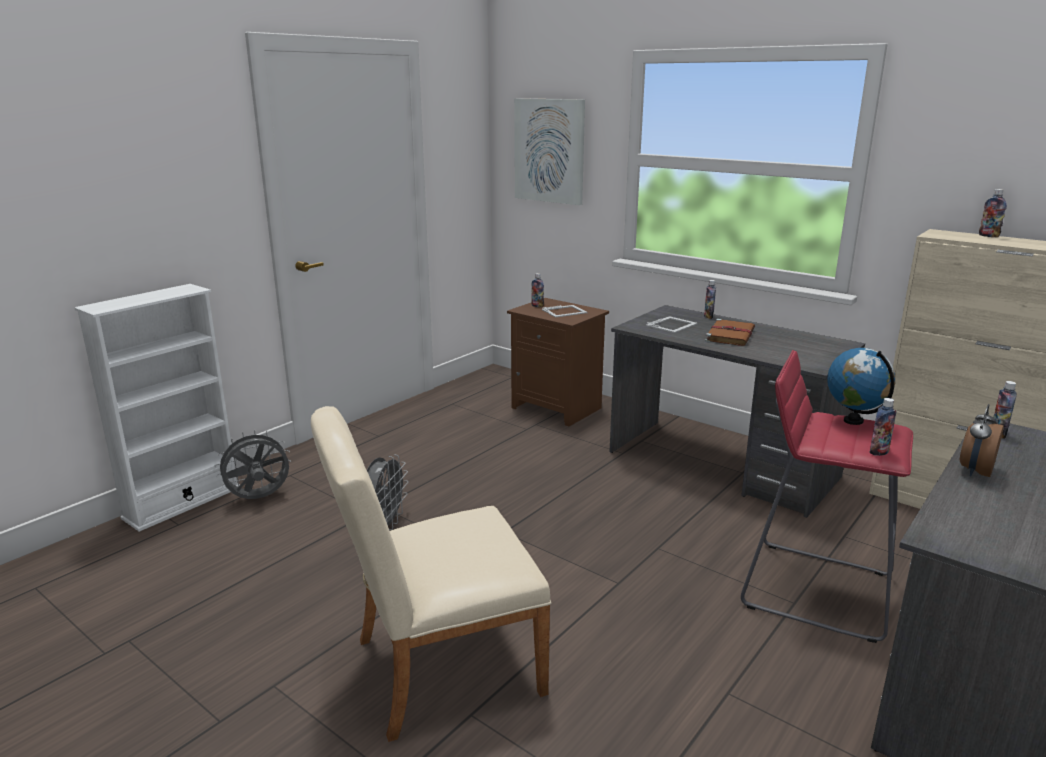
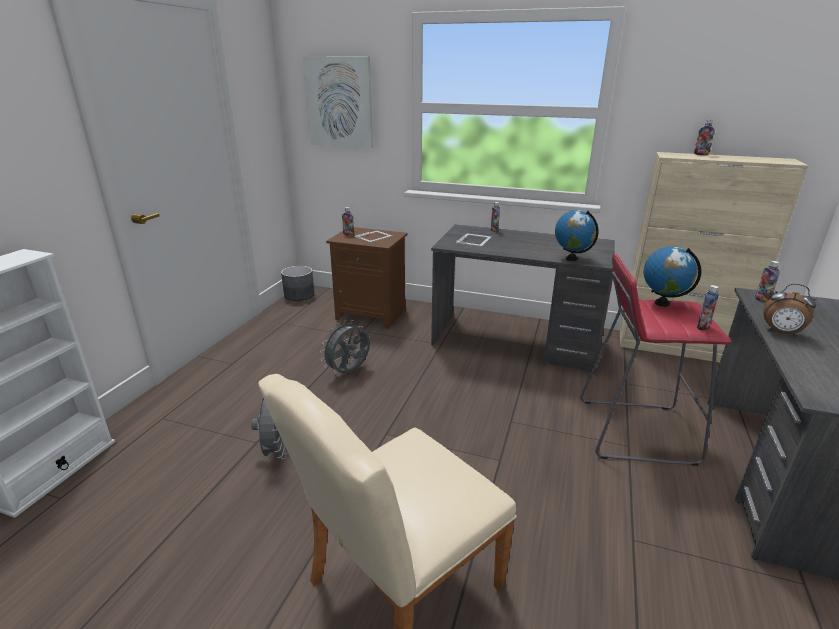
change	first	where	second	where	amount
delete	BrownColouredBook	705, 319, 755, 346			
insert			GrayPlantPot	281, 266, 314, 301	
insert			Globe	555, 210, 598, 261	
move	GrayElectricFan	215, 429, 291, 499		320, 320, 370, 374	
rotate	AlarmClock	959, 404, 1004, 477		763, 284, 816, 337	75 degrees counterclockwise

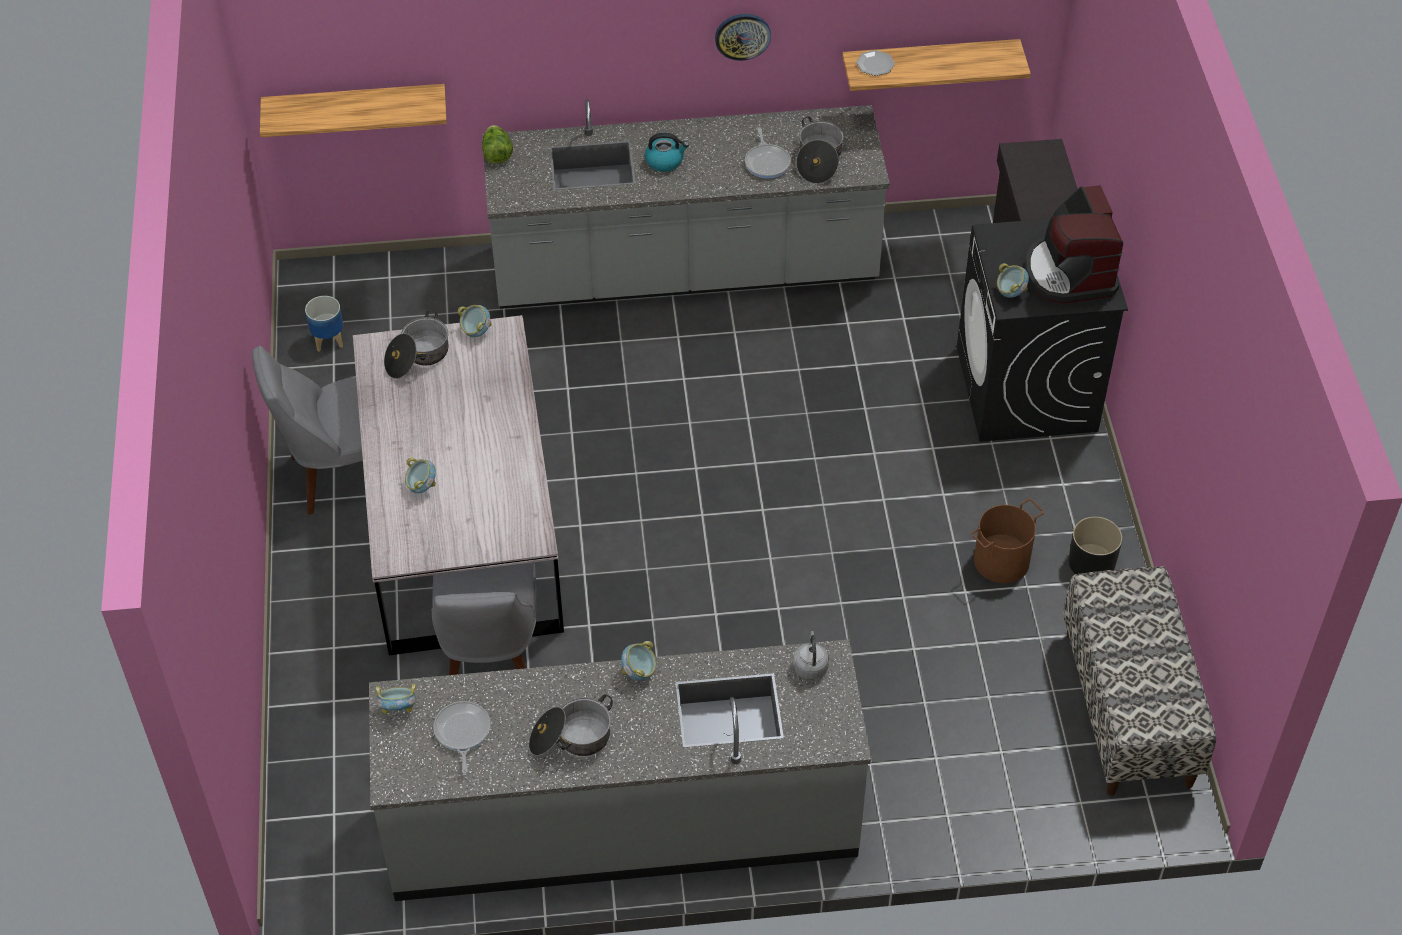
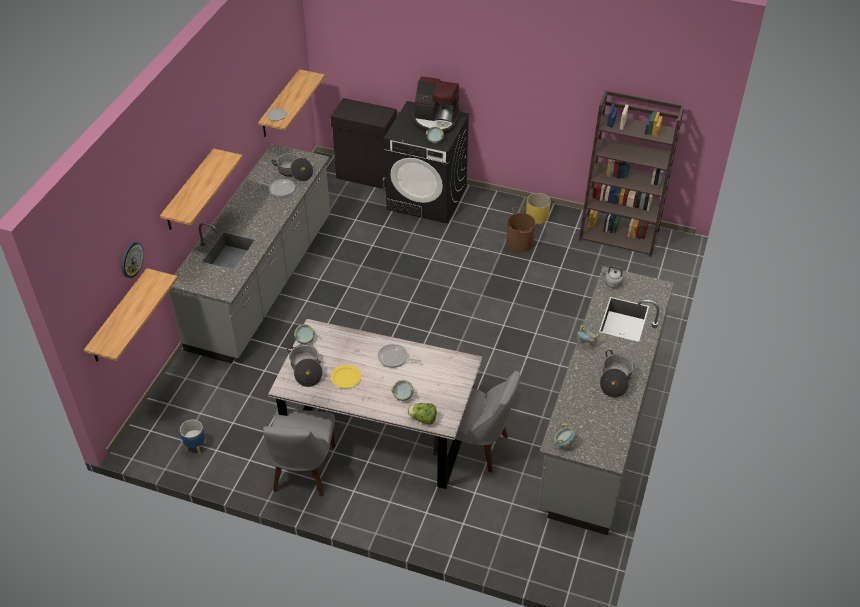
change	first	where	second	where	amount
delete	Kettle	645, 133, 689, 172			
insert			Shelf	160, 148, 243, 230	
insert			YellowColouredDinnerPlate	330, 365, 361, 388	
move	FryingPan	434, 701, 491, 774		378, 344, 421, 368	
move	LettuceHead	482, 125, 513, 164		407, 403, 437, 425	
move	ClockOnTheWall	715, 14, 771, 61		121, 242, 144, 278	
replace	Bench	1063, 566, 1216, 796	BrownColouredBookshelf	579, 90, 685, 257	
recolor	BlackPlantPot	1068, 516, 1123, 574	YellowColouredPlantPot	526, 193, 551, 224	

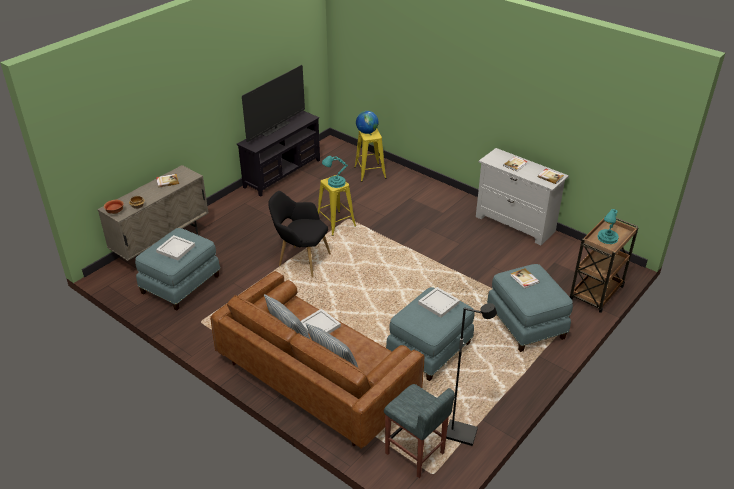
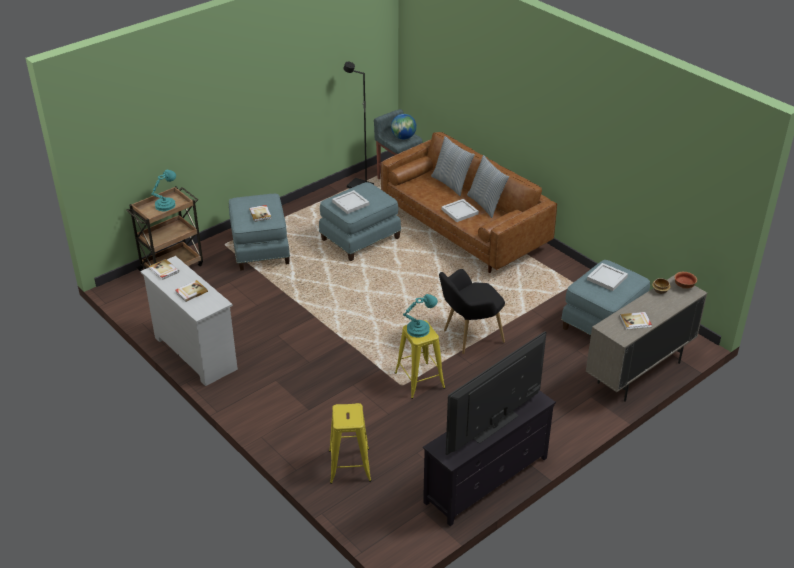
change	first	where	second	where	amount
move	Globe	356, 111, 379, 134		391, 114, 417, 140	
rotate	BlackEasyChair	268, 191, 331, 278		439, 269, 505, 354	120 degrees clockwise

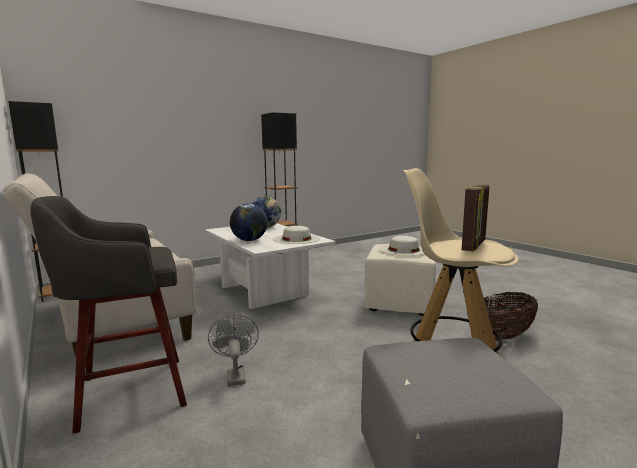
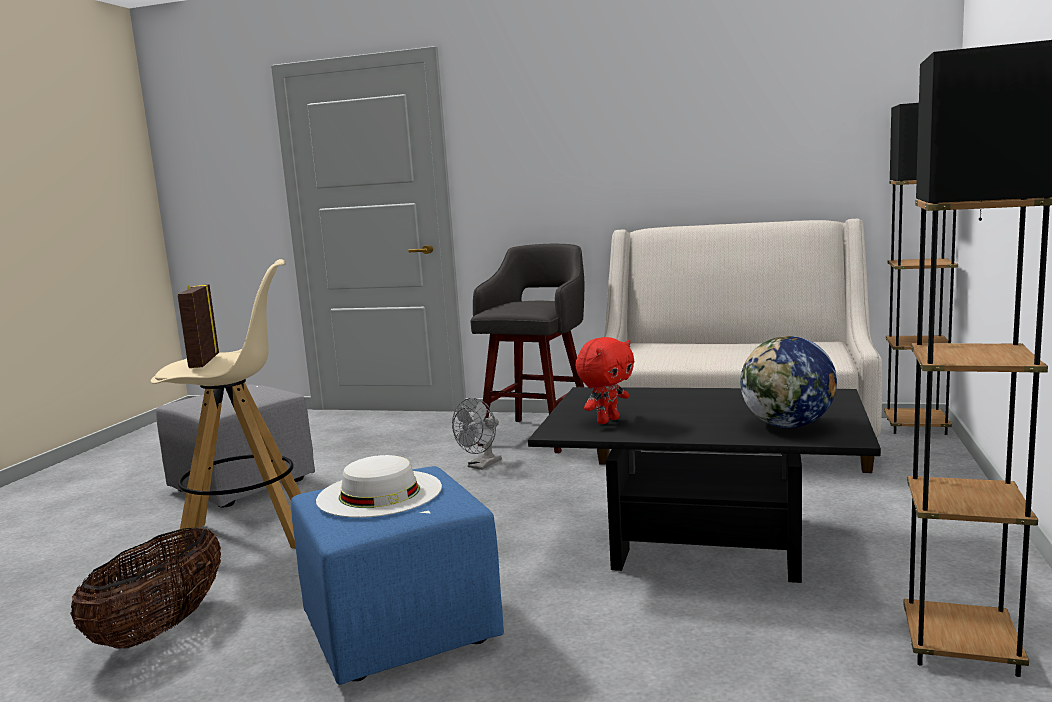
change	first	where	second	where	amount
delete	Globe	230, 203, 268, 241			
replace	WhiteHat	273, 226, 320, 244	RedSoftToy	575, 337, 635, 424	
recolor	WhiteLoungeTable	205, 223, 336, 309	BlackLoungeTable	528, 387, 881, 583	
recolor	SandColouredOttoman	365, 244, 436, 316	BlueOttoman	291, 466, 504, 685	
rotate	GrayElectricFan	208, 315, 259, 386		452, 398, 502, 470	90 degrees clockwise

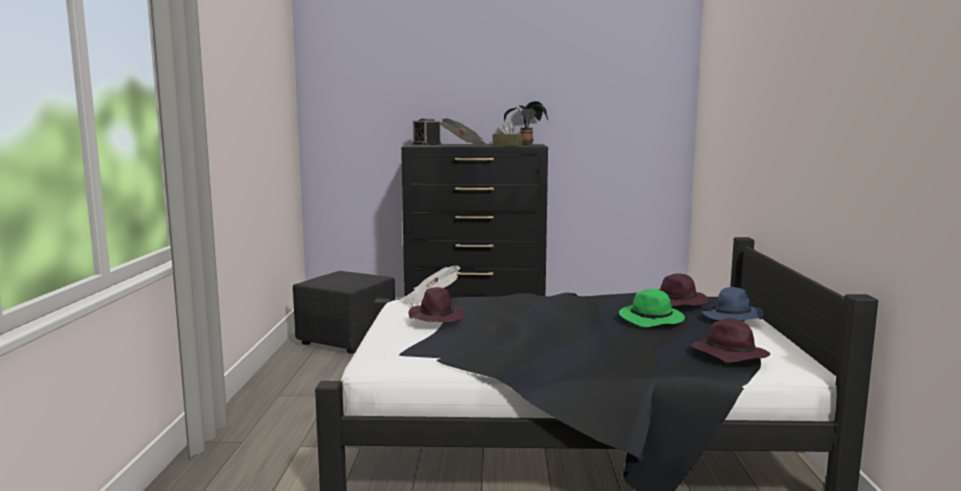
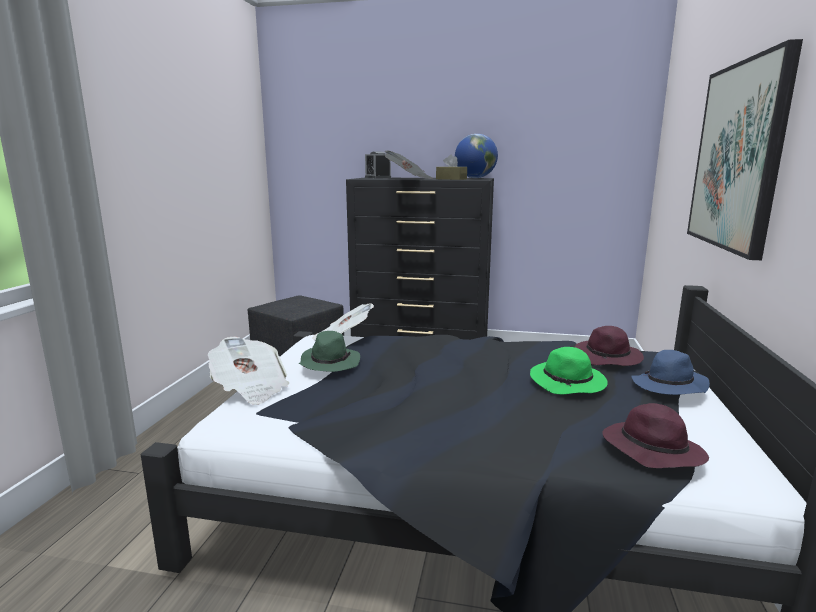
change	first	where	second	where	amount
insert			DailyPaper	208, 337, 289, 405	
insert			WallArt	687, 39, 803, 260	
replace	Houseplant	504, 101, 548, 144	Globe	455, 134, 498, 178	
recolor	PurplishHat	408, 287, 463, 322	GreenColouredHat	299, 331, 360, 372	

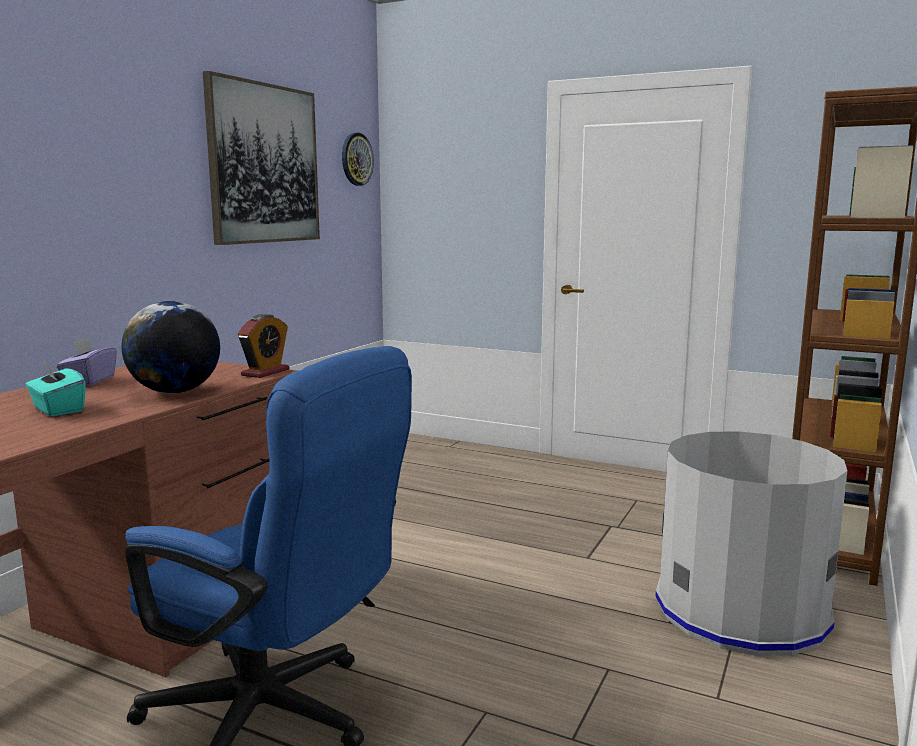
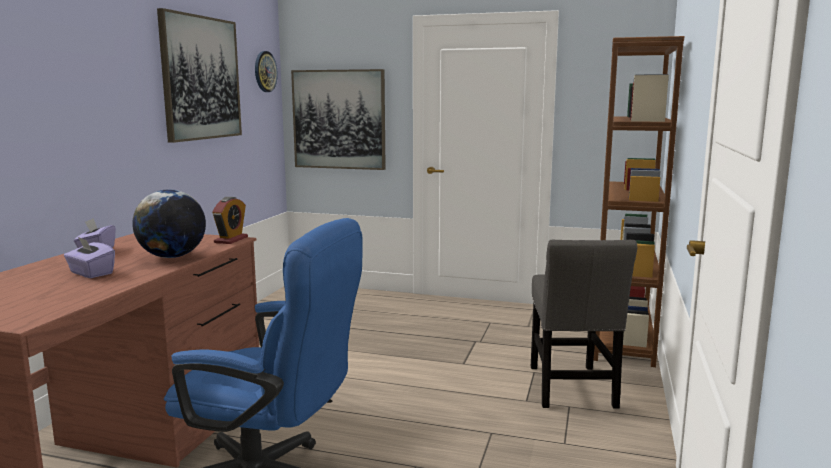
change	first	where	second	where	amount
insert			WallArt	291, 69, 386, 170	
replace	GrayTrashCan	655, 432, 848, 656	GrayChair	531, 240, 637, 409	
recolor	TurquoiseColouredTissueHolder	26, 360, 86, 417	PurplishTissueHolder	64, 237, 115, 278	

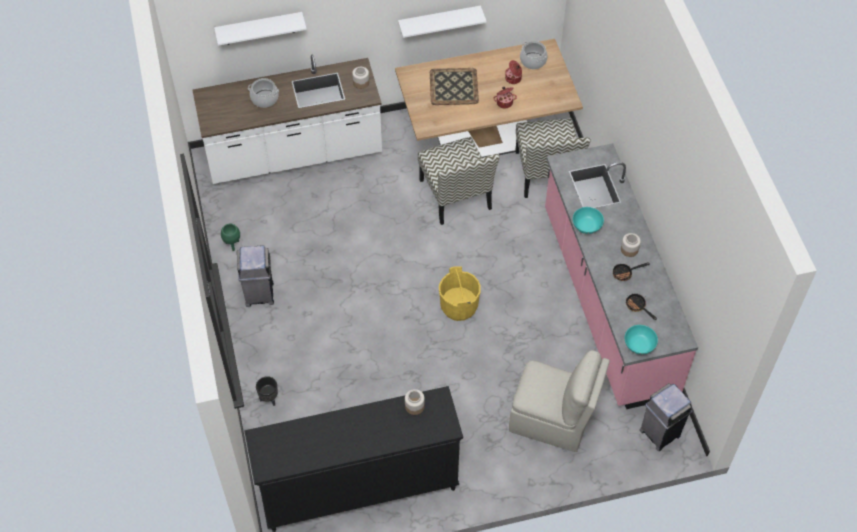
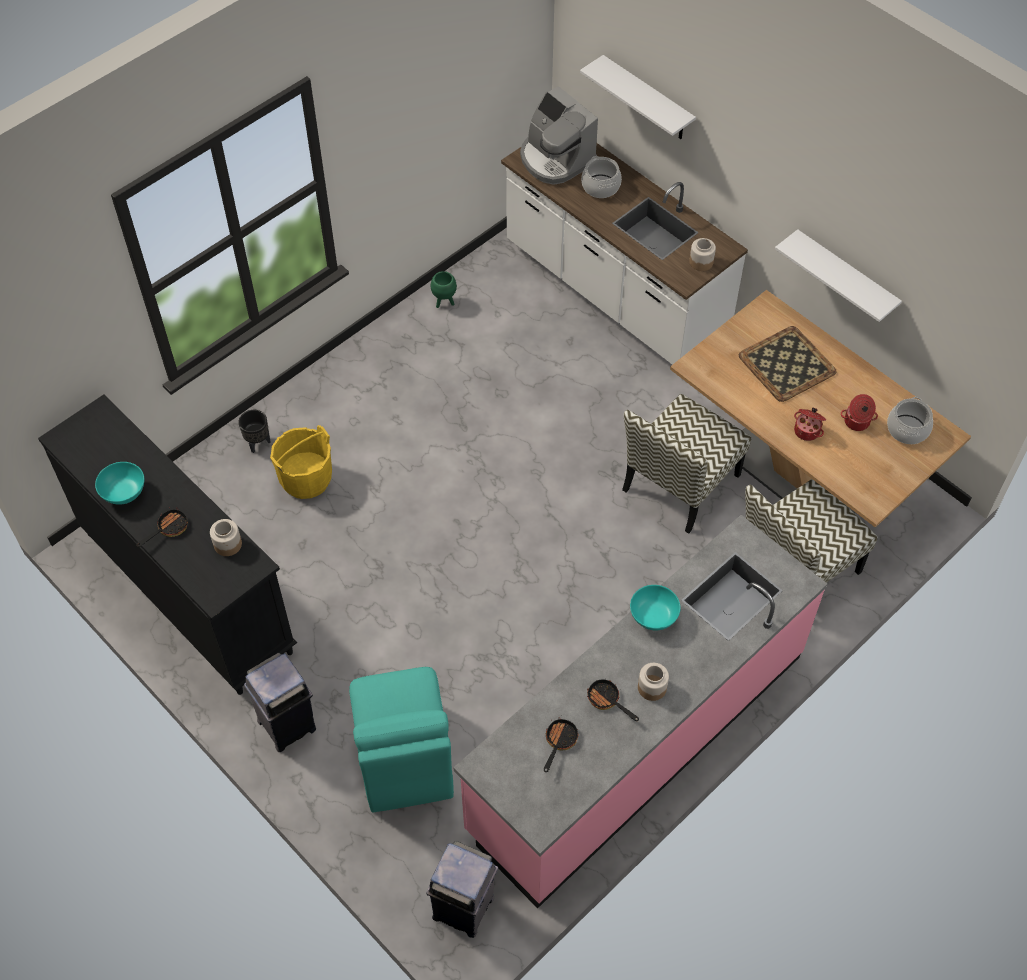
change	first	where	second	where	amount
insert			FryingPan	136, 507, 188, 547	
insert			CoffeeMachine	520, 86, 598, 185	
move	GrayTrashCan	237, 245, 274, 307		244, 653, 316, 752	
move	YellowColouredPail	439, 266, 481, 321		270, 425, 332, 499	
move	TurquoiseColouredServingBowl	625, 325, 658, 355		95, 462, 144, 505	
recolor	SandColouredChair	509, 350, 610, 452	TurquoiseColouredChair	349, 667, 454, 812	

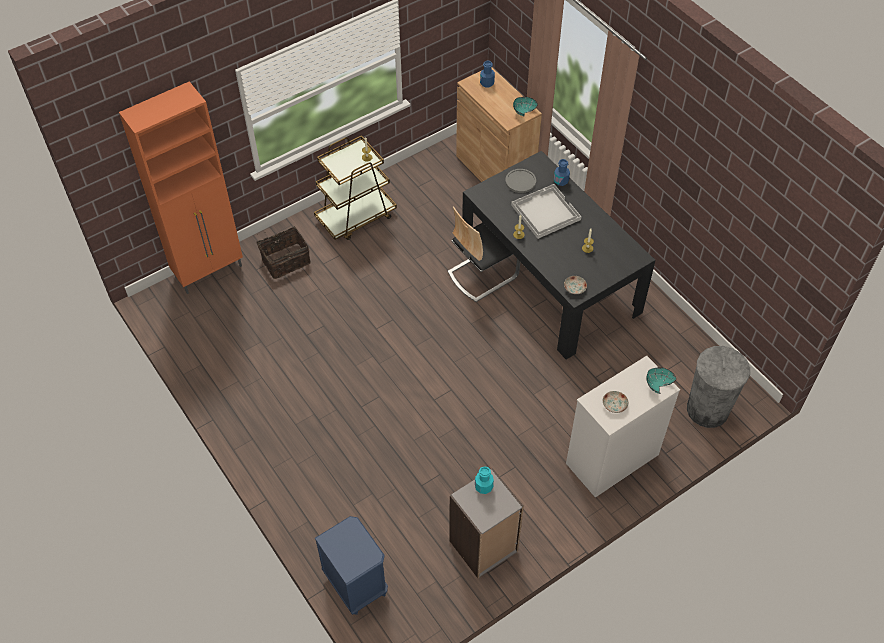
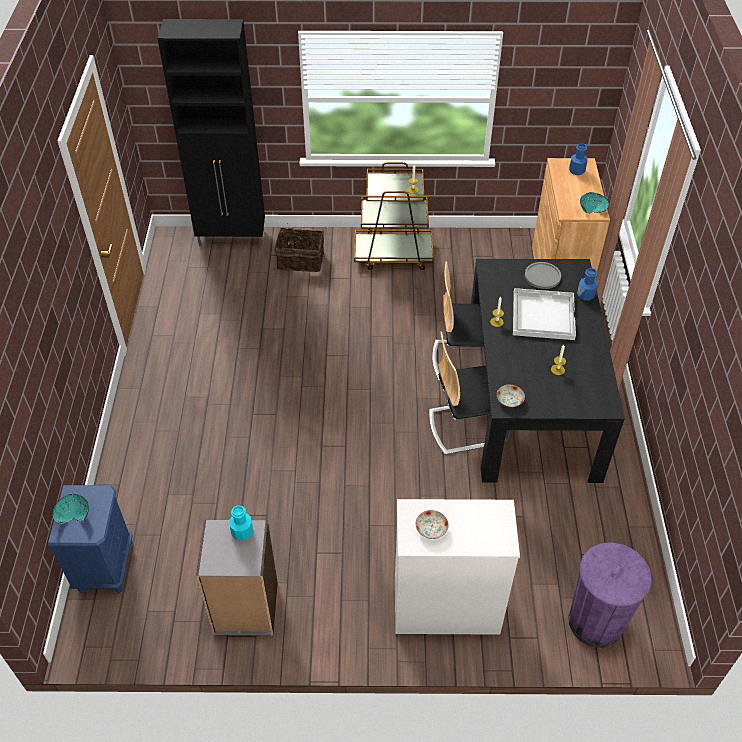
change	first	where	second	where	amount
insert			Chair	429, 332, 511, 455	
move	TurquoiseColouredServingBowl	646, 367, 676, 394		52, 494, 89, 524	
recolor	OrangeStorageCabinet	119, 81, 243, 294	BlackStorageCabinet	157, 19, 265, 247	
recolor	GrayTrashCan	687, 346, 750, 428	PurplishTrashCan	568, 542, 652, 648	

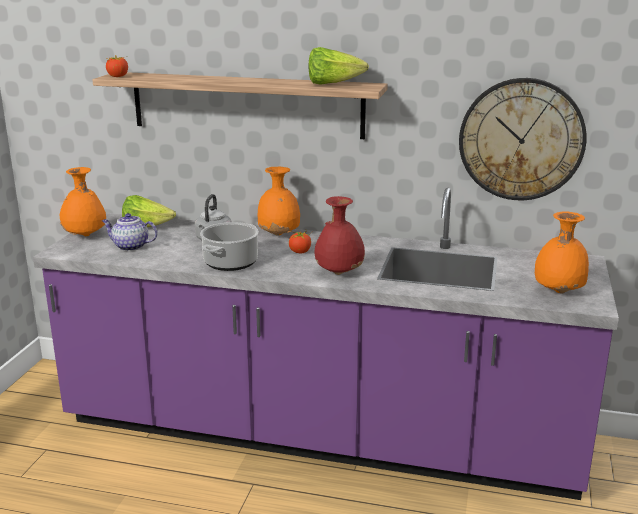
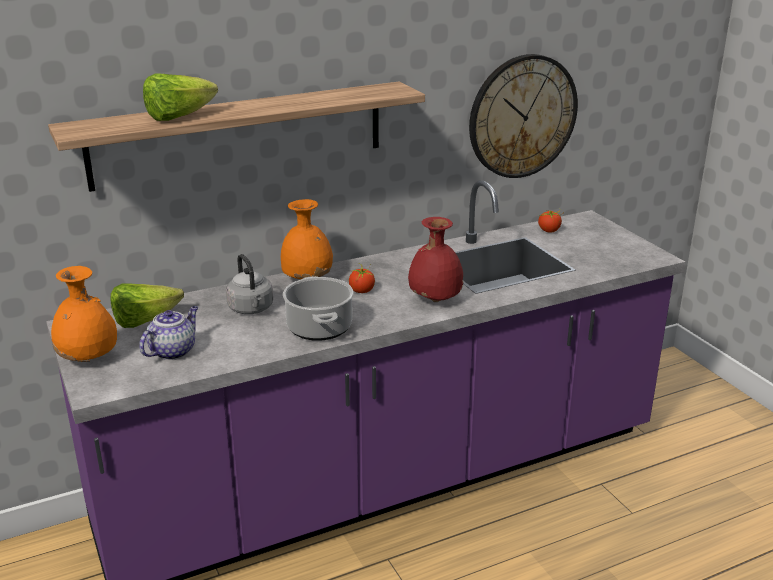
change	first	where	second	where	amount
delete	OrangeDecorativeVase	535, 212, 589, 294			
move	Tomato	106, 55, 128, 77		538, 210, 564, 232	
move	LettuceHead	309, 47, 369, 85		143, 73, 218, 121	
rotate	TeaPot	102, 213, 158, 251		139, 306, 198, 360	150 degrees clockwise

